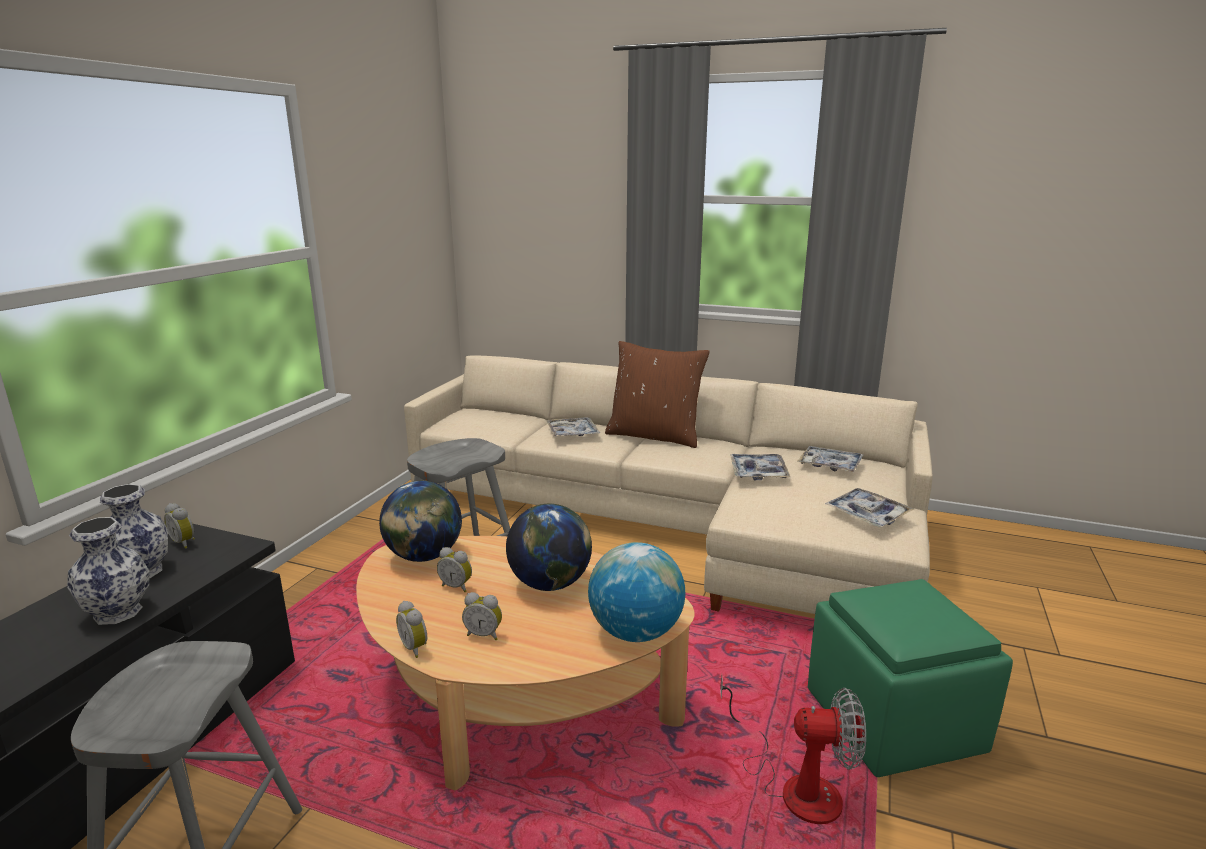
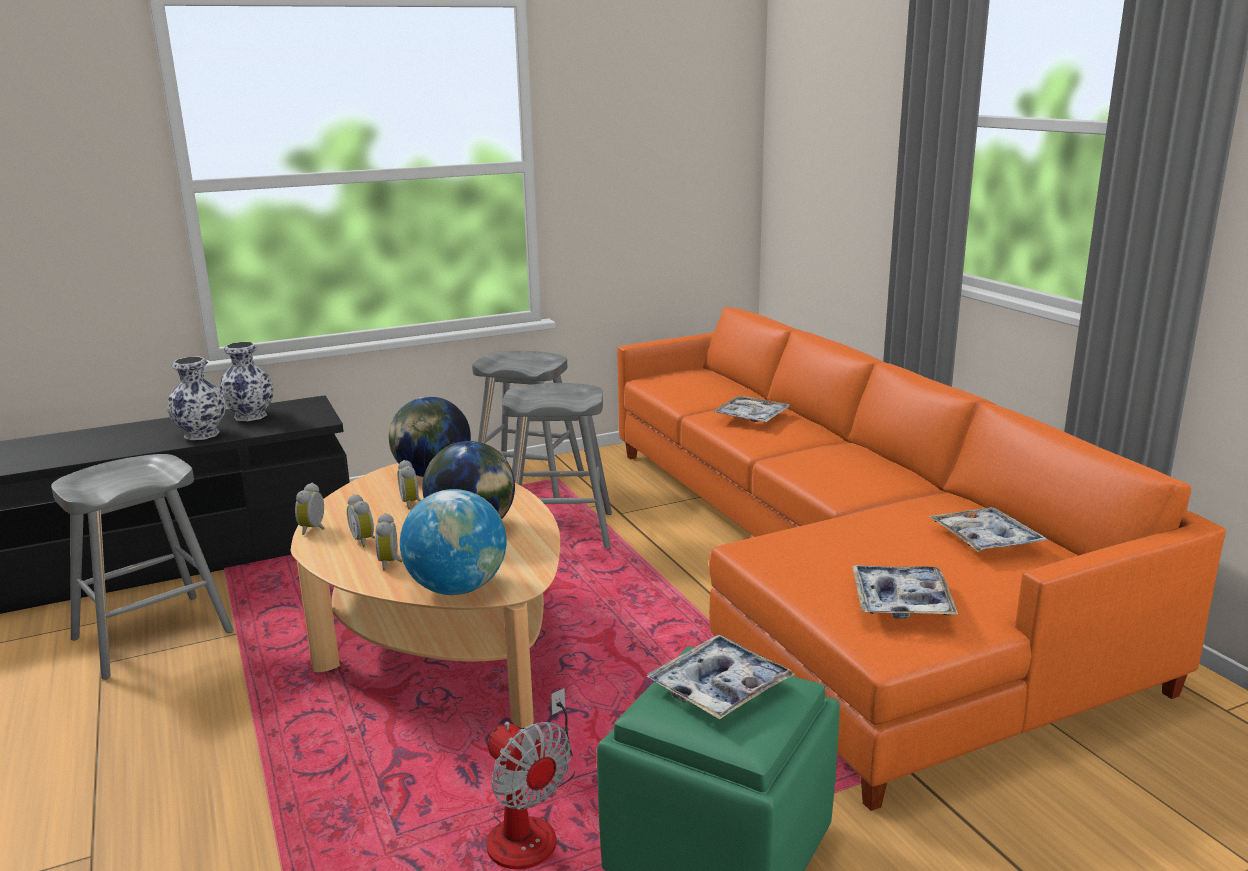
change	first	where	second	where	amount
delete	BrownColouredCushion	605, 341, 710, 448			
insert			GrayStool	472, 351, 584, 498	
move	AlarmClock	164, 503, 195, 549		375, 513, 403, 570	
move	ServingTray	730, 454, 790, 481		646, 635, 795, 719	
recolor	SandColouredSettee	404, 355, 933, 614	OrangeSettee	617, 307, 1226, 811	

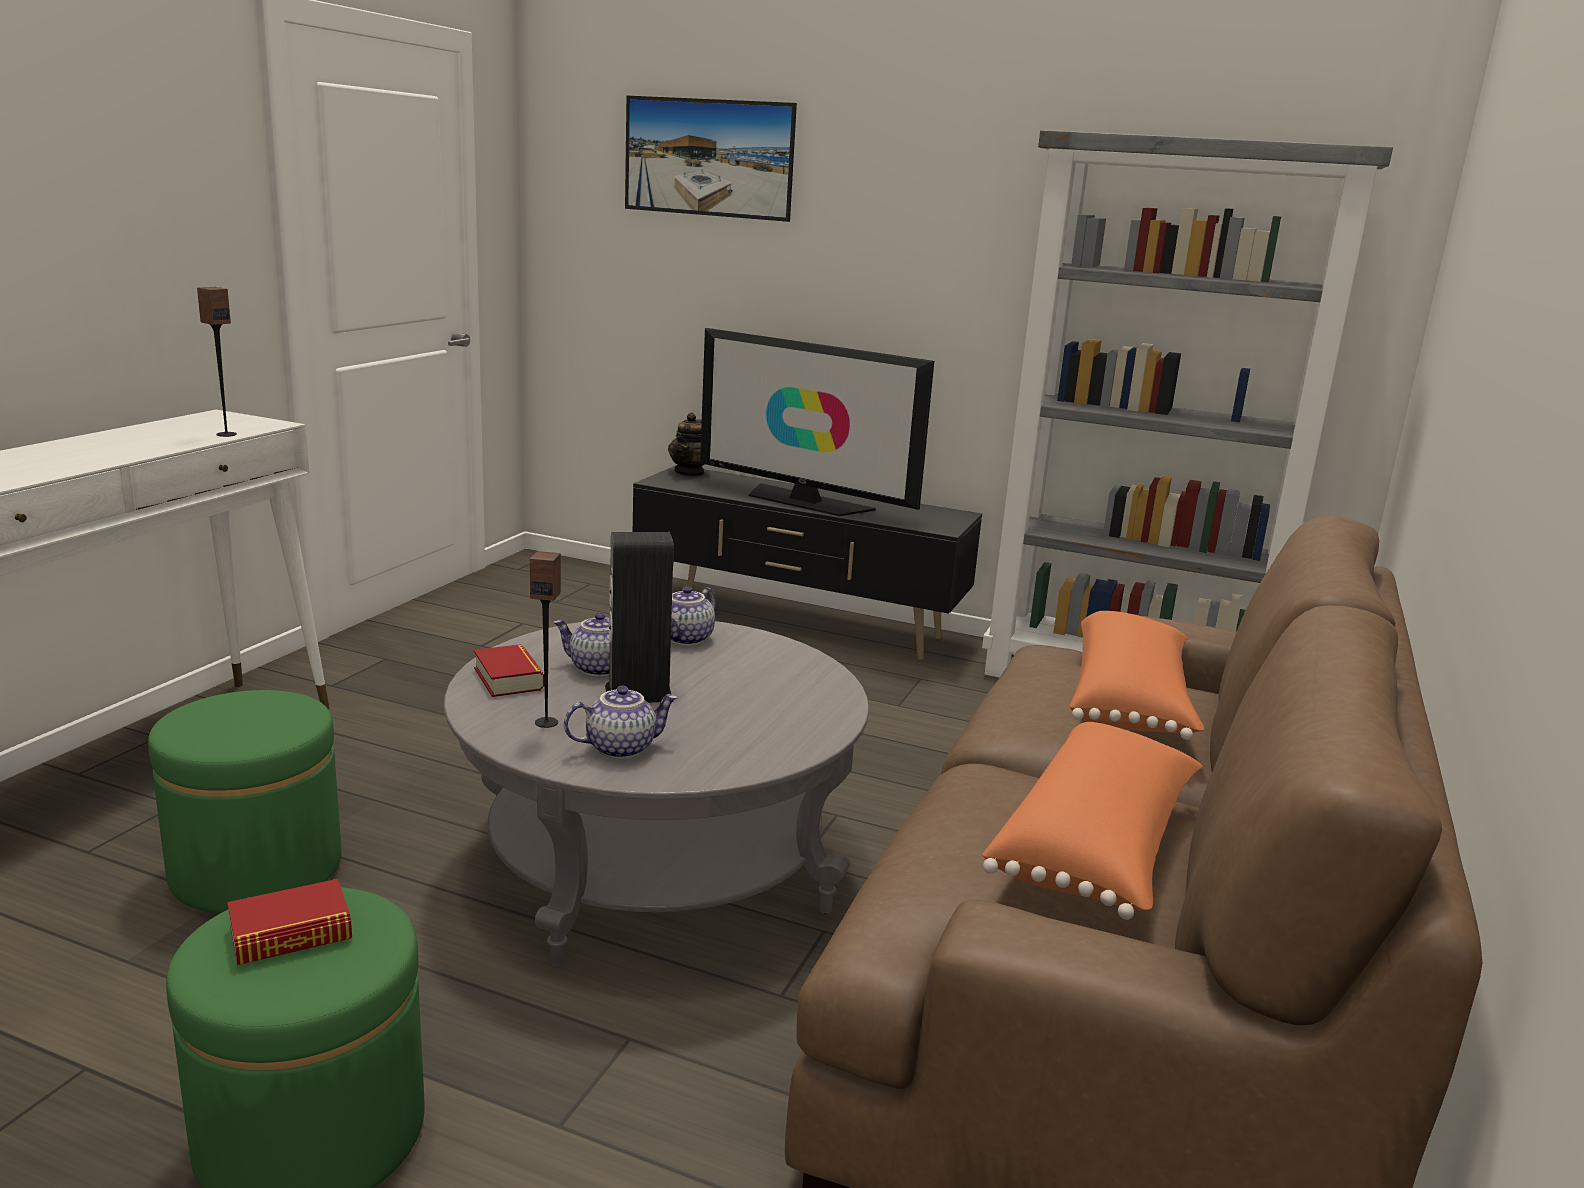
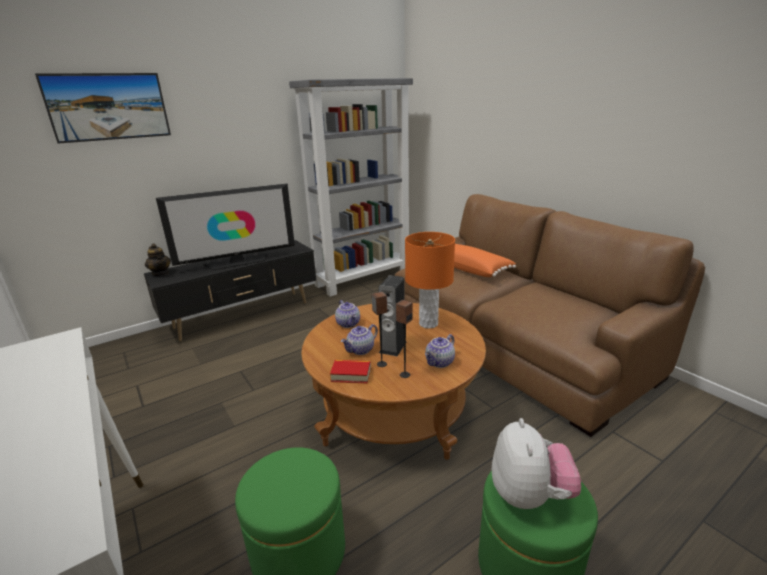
change	first	where	second	where	amount
delete	OrangeCushion	982, 722, 1203, 920			
insert			OrangeTabletopLamp	405, 232, 455, 329	
move	Speaker	197, 287, 237, 437		372, 292, 387, 367	
replace	Book	227, 879, 352, 965	SoftToy	492, 418, 581, 509	
recolor	GrayLoungeTable	444, 621, 869, 967	BrownColouredLoungeTable	301, 303, 486, 460	
rotate	TeaPot	564, 685, 678, 759		425, 334, 455, 368	150 degrees counterclockwise

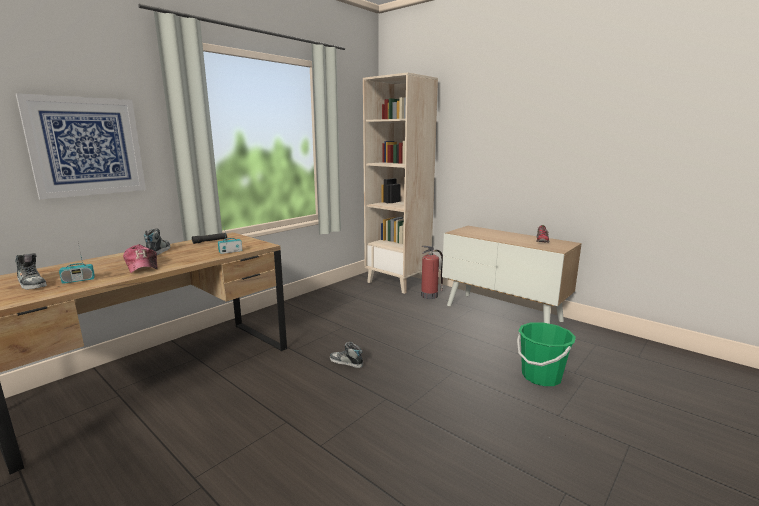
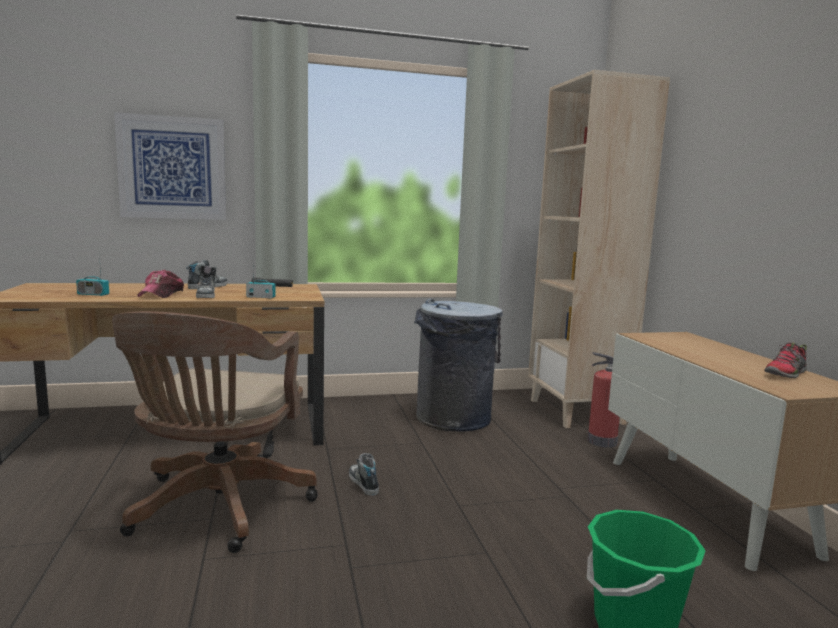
change	first	where	second	where	amount
insert			BrownColouredOfficeChair	112, 311, 318, 553	
insert			GrayTrashCan	414, 299, 503, 432	
move	LowShoe	15, 253, 47, 290		196, 265, 216, 298	

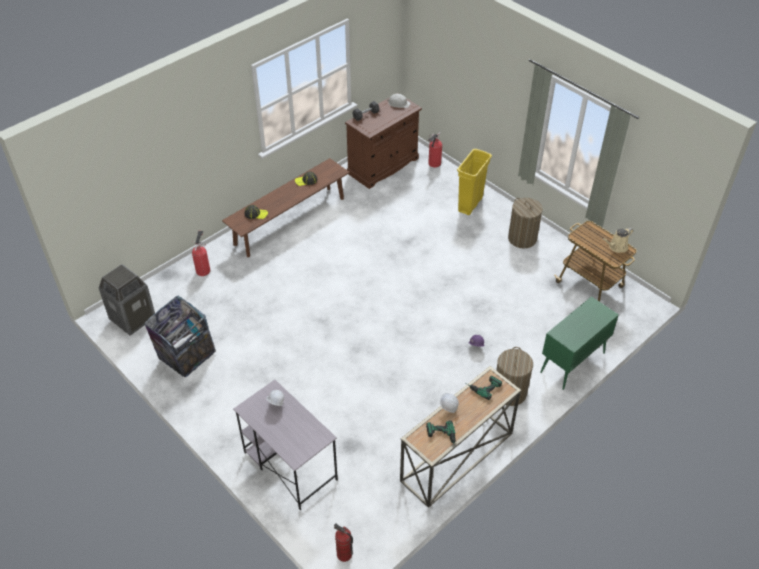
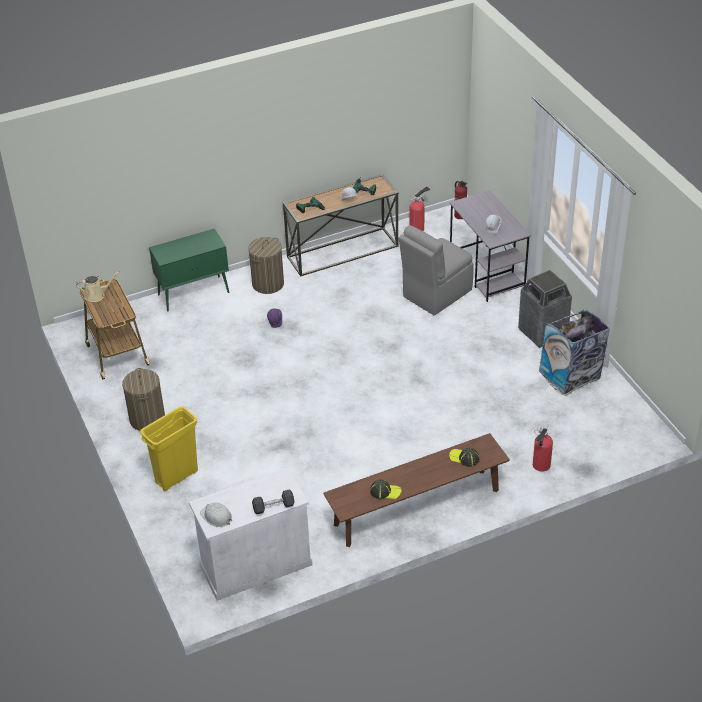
change	first	where	second	where	amount
insert			GrayChair	399, 225, 474, 315	
move	TrashCan	98, 264, 155, 335		518, 270, 572, 348	
move	Extinguisher	428, 132, 442, 167		410, 186, 430, 231	
recolor	BrownColouredStorageCabinet	345, 93, 422, 189	WhiteStorageCabinet	189, 467, 313, 601	

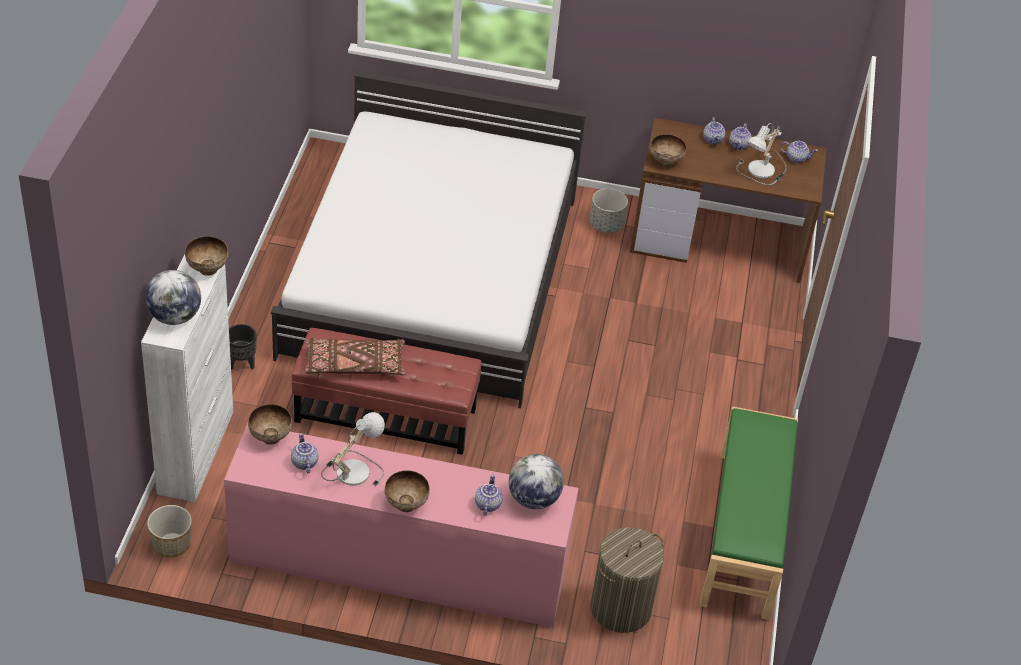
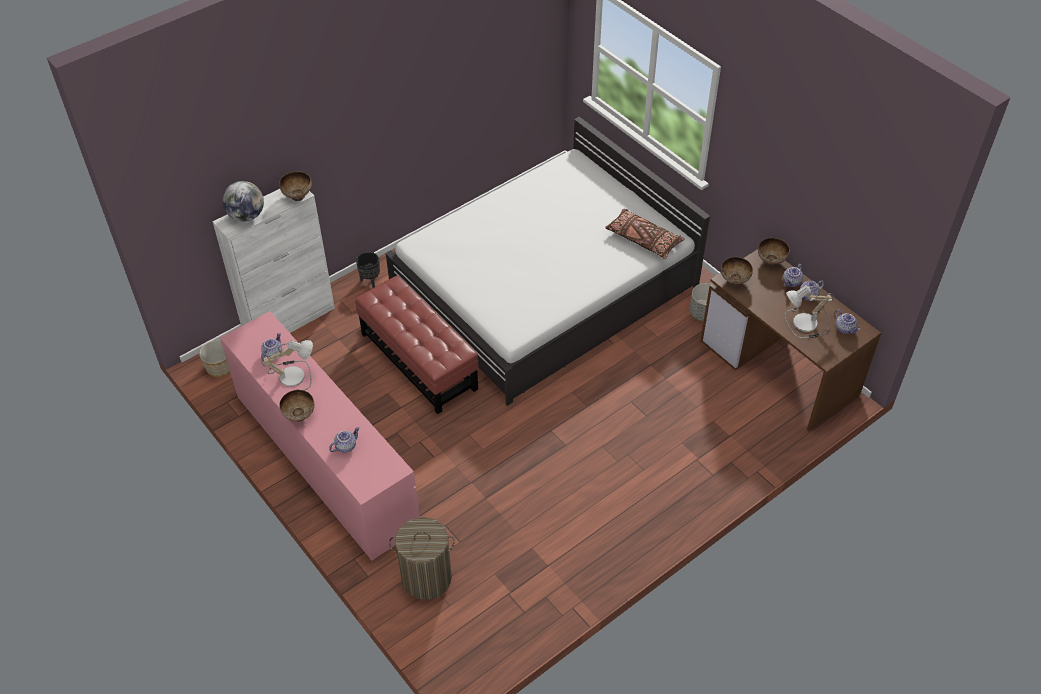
change	first	where	second	where	amount
delete	Globe	509, 454, 564, 509			
delete	GreenColouredBench	699, 406, 798, 620			
move	ServingBowl	248, 404, 292, 445		758, 238, 790, 267	
move	BrownColouredCushion	305, 338, 405, 375		605, 209, 685, 259	

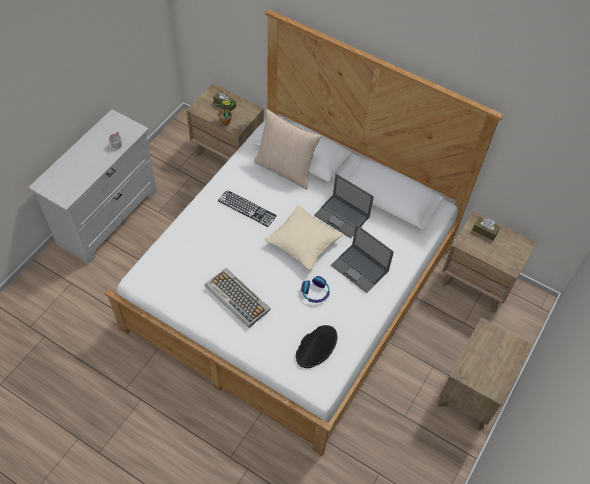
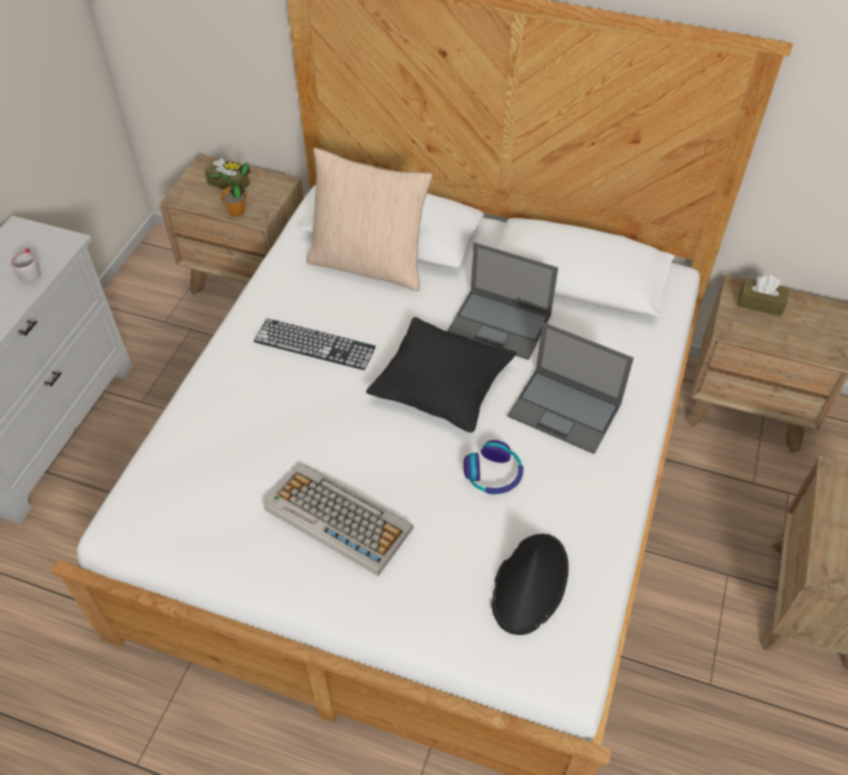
change	first	where	second	where	amount
recolor	SandColouredCushion	265, 205, 344, 270	BlackCushion	366, 317, 516, 433	

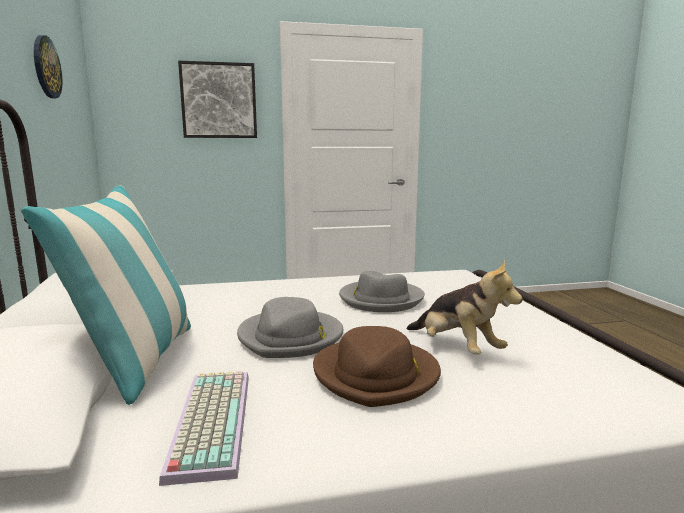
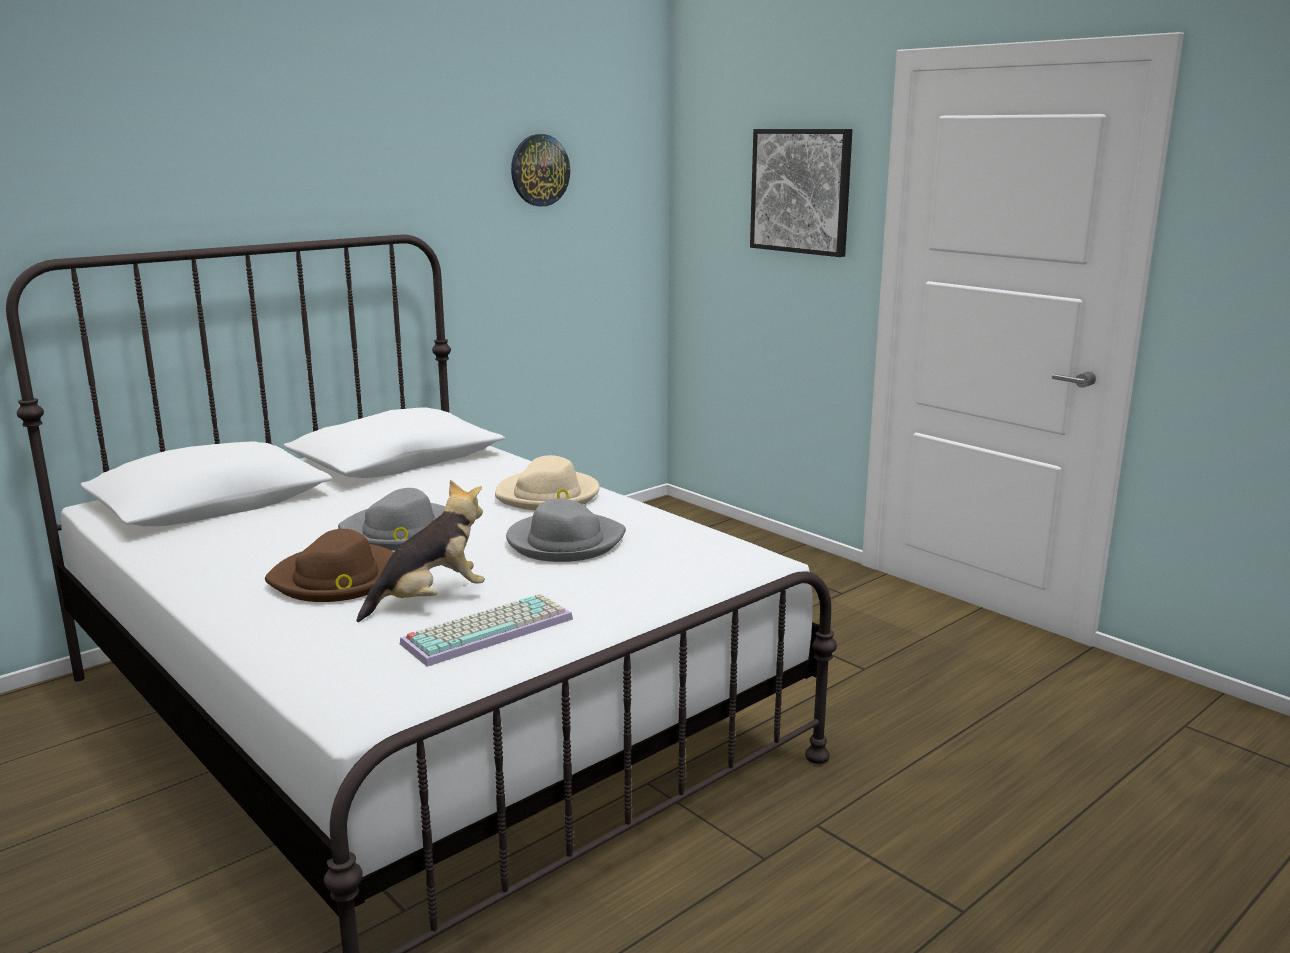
change	first	where	second	where	amount
delete	Cushion	21, 186, 191, 405			
insert			SandColouredHat	495, 455, 600, 510	
move	PcKeyboard	159, 371, 249, 486		400, 594, 573, 667	
rotate	SoftToy	406, 259, 523, 355		357, 480, 485, 622	150 degrees counterclockwise

